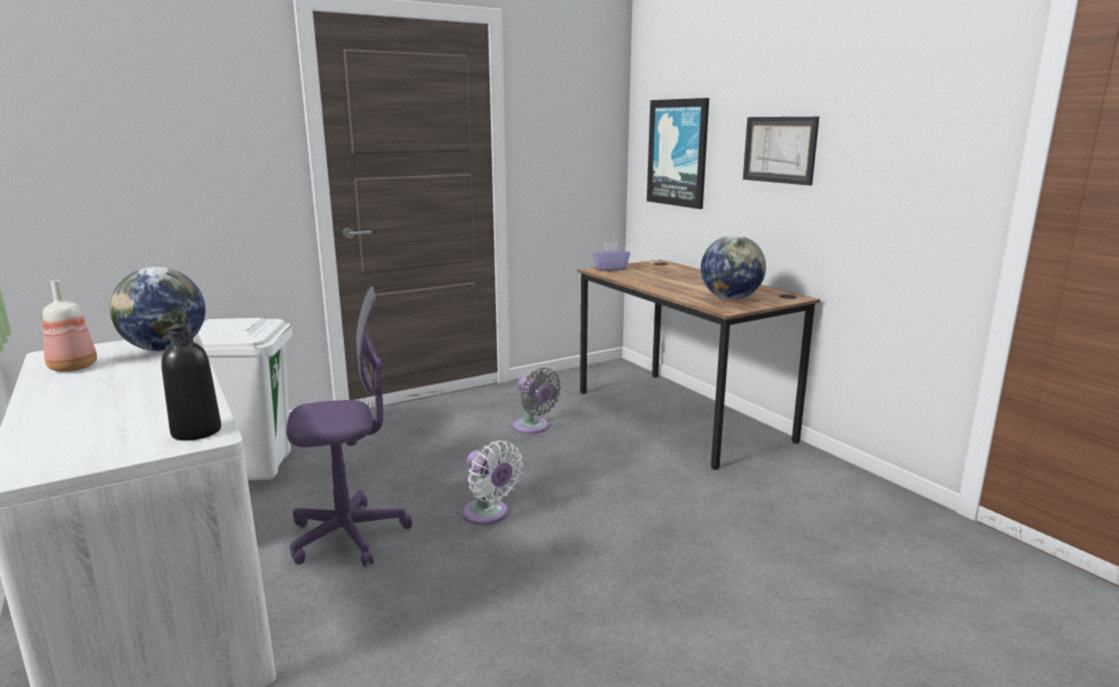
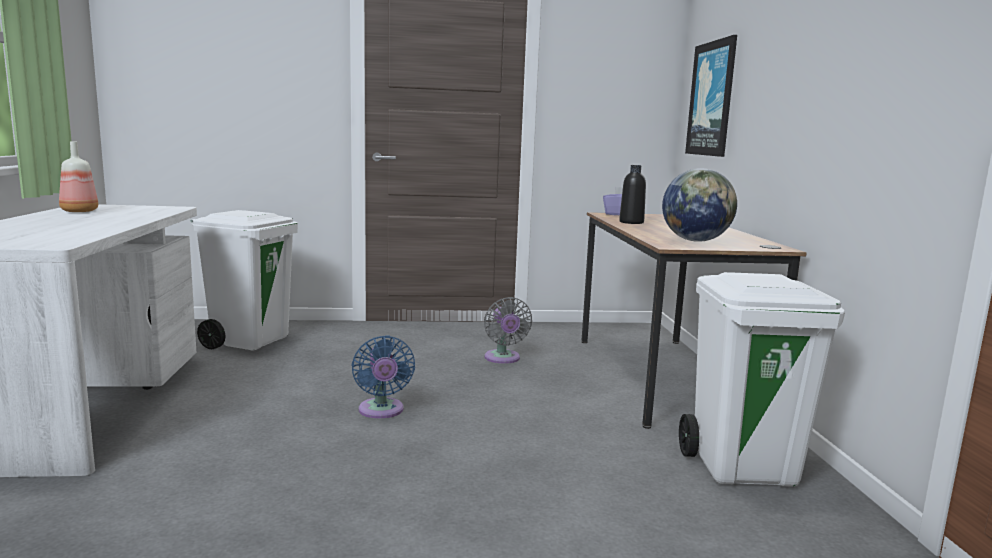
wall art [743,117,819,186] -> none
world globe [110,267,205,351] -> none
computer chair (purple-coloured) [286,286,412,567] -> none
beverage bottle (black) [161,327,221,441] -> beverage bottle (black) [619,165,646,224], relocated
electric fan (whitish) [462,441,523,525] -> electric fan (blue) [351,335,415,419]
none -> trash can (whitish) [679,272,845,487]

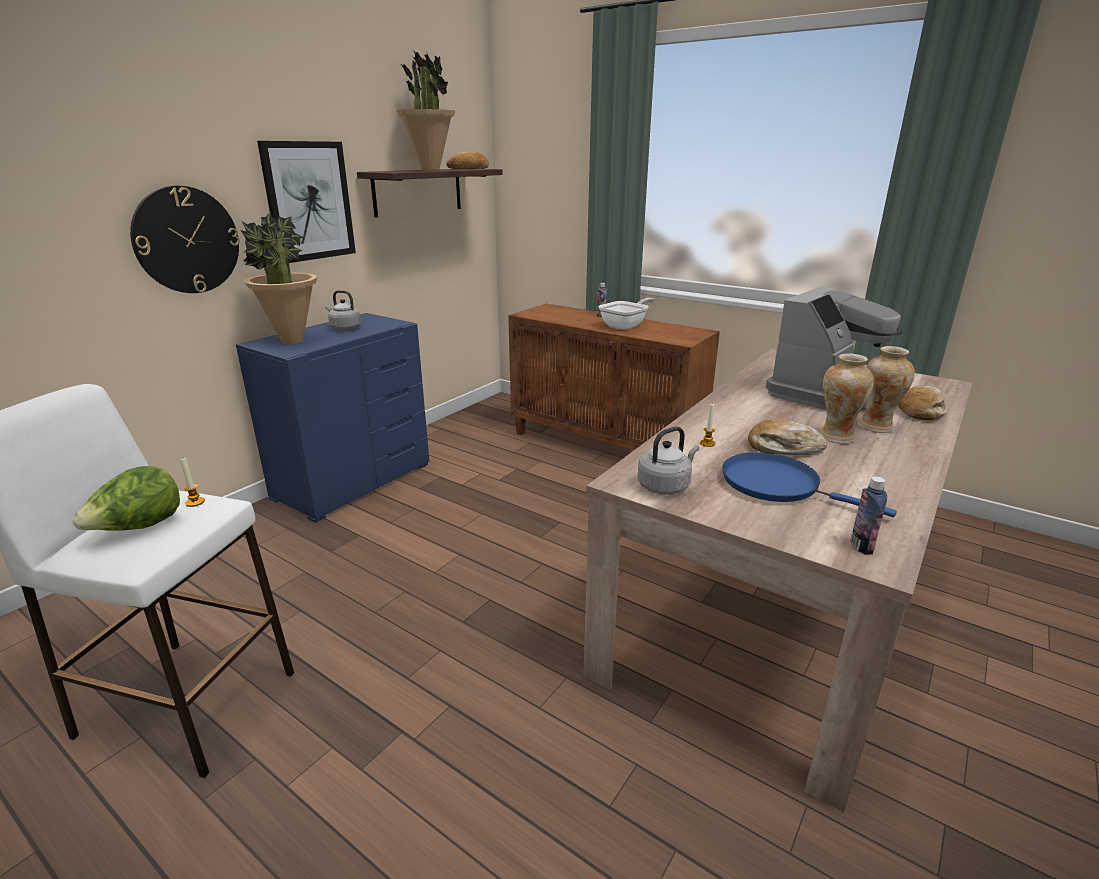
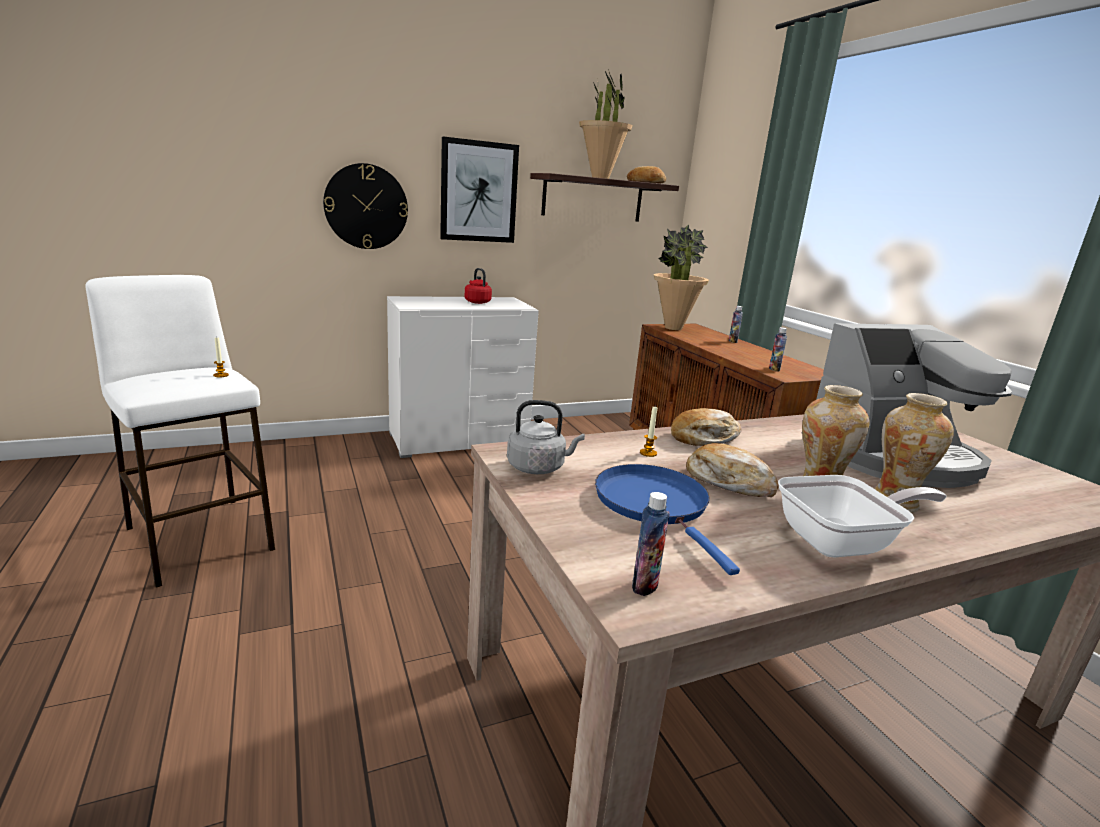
potted plant [240,212,317,344] -> potted plant [654,224,709,330], relocated
tea kettle (greyish) [325,290,361,331] -> tea kettle (reddish) [465,268,492,304]
frying pan [598,298,655,330] -> frying pan [778,475,947,558], relocated
drawer chest (blue) [236,313,429,523] -> drawer chest (whitish) [387,296,539,458]
baked bread [898,385,947,420] -> baked bread [671,408,742,446], relocated
head of lettuce [72,466,180,531] -> none
none -> beverage bottle [769,327,787,371]

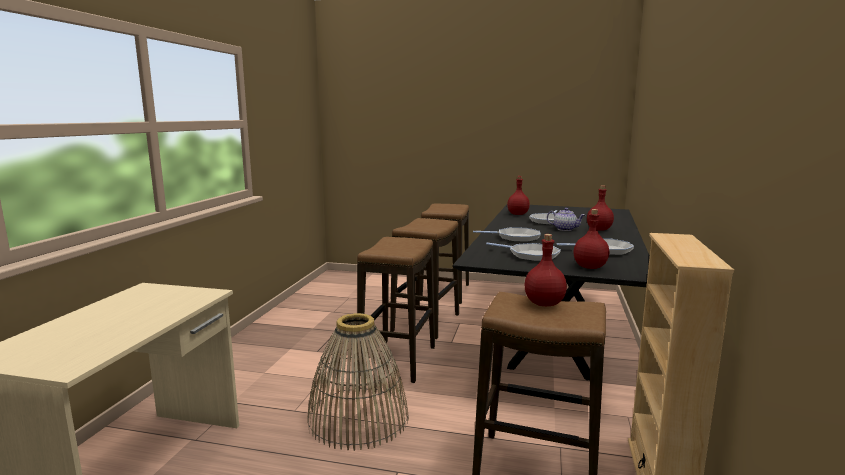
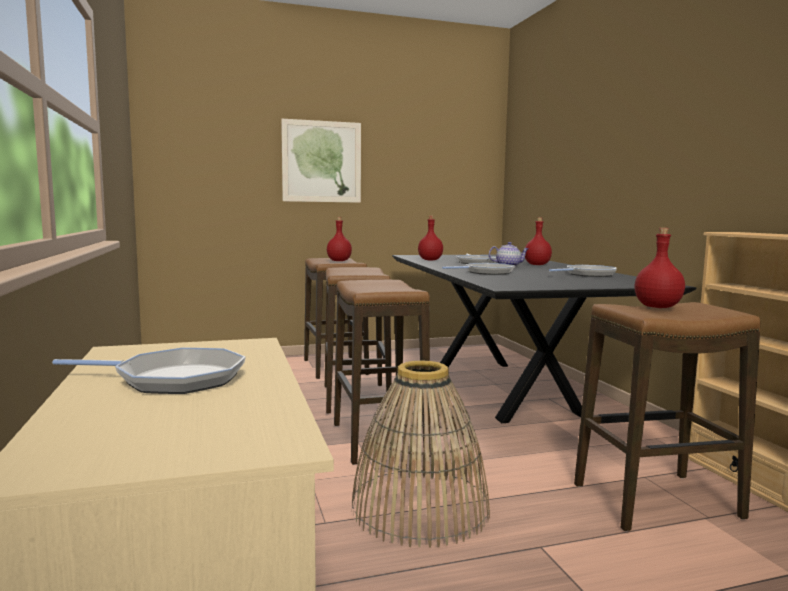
beverage bottle (reddish) [574,209,609,269] -> beverage bottle (reddish) [327,217,352,261], relocated
frying pan [486,242,561,262] -> frying pan [52,348,246,394], relocated
none -> wall art [281,119,361,203]

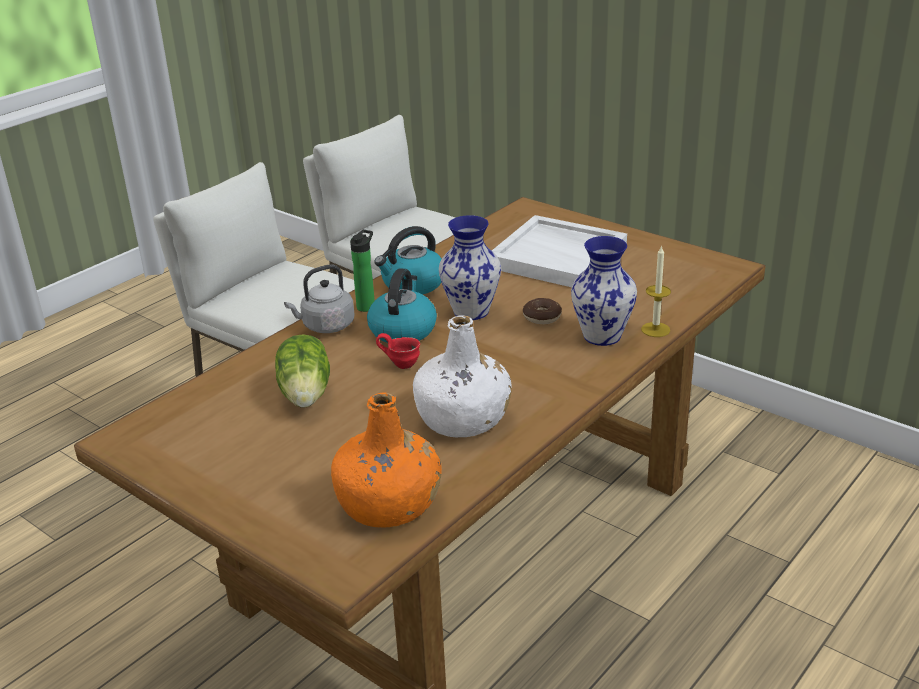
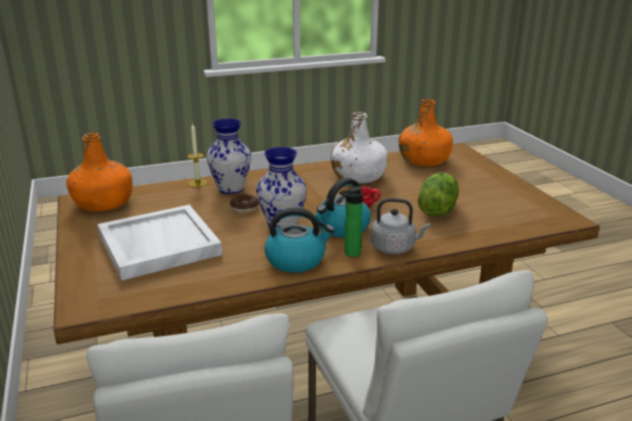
none -> beverage bottle (orange) [66,133,133,211]

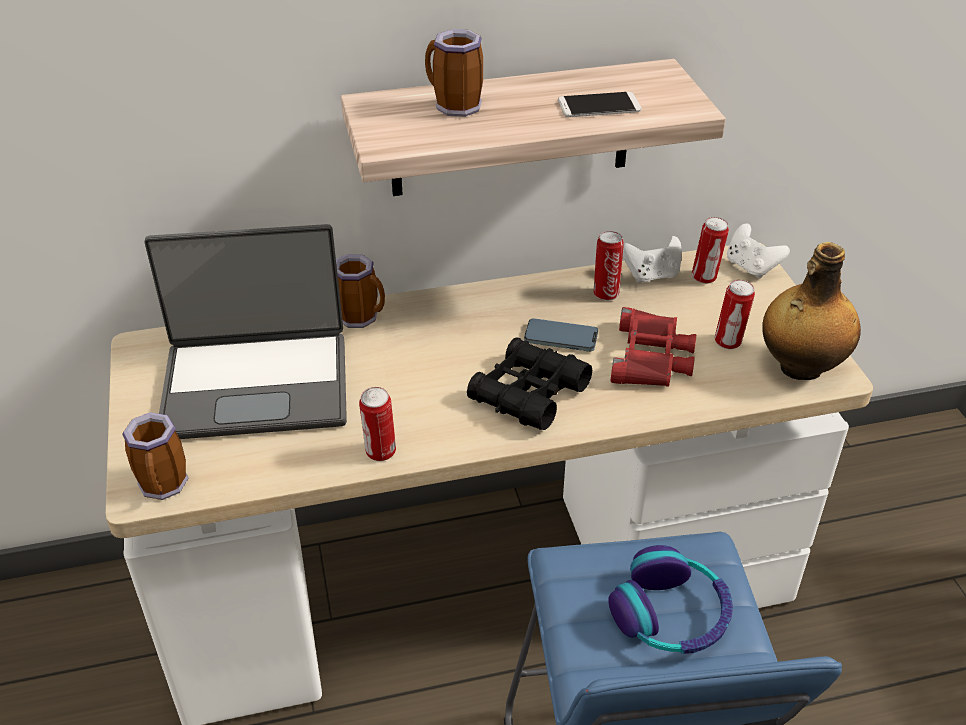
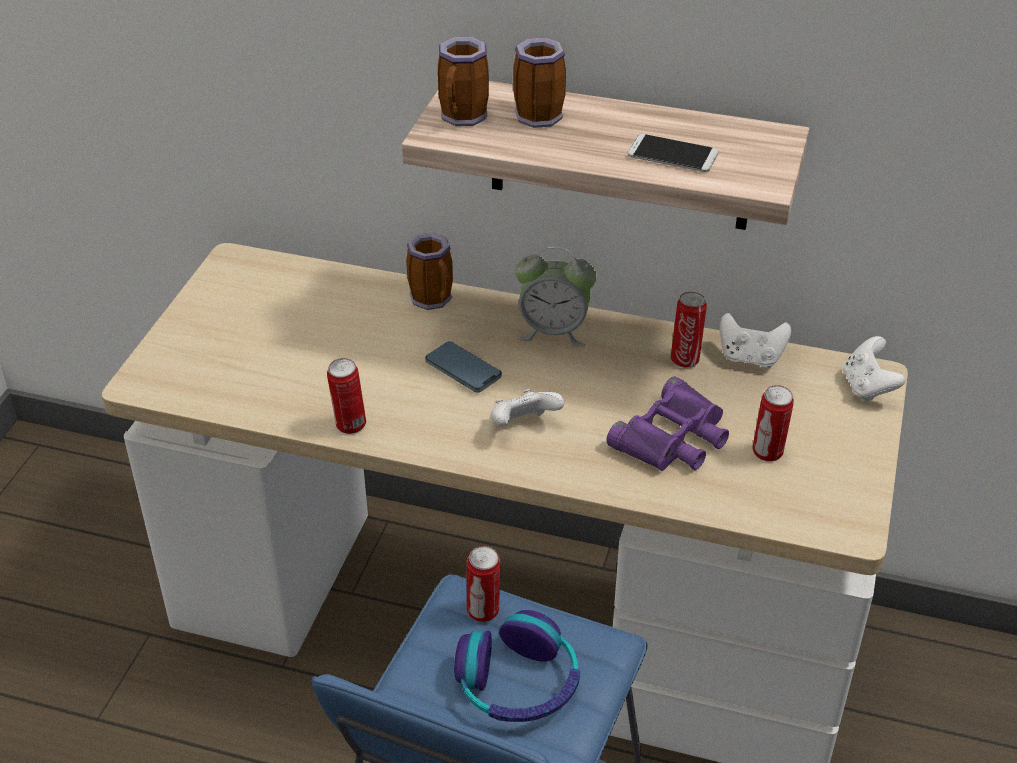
sealed can [692,217,729,284] -> sealed can [467,546,501,622], relocated
laptop [144,224,347,439] -> none
beverage bottle [762,242,861,380] -> none
binoculars (reddish) [611,307,696,387] -> binoculars (purple-coloured) [606,376,729,471]
handset [524,318,598,352] -> handset [425,341,502,393], relocated
binoculars (black) [467,337,592,430] -> game controller (whitish) [491,389,564,427]
coffee mug [122,412,189,500] -> coffee mug [438,37,489,126], relocated
none -> table clock [515,247,597,347]

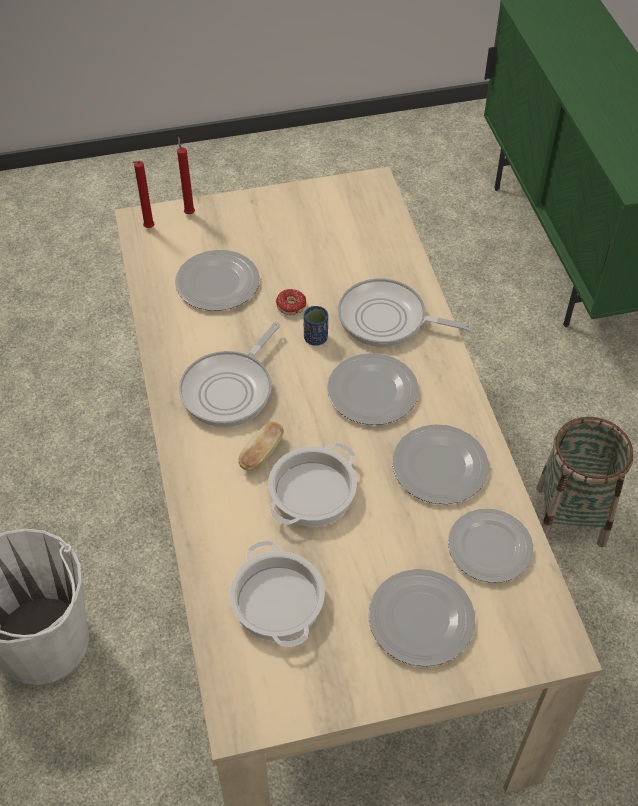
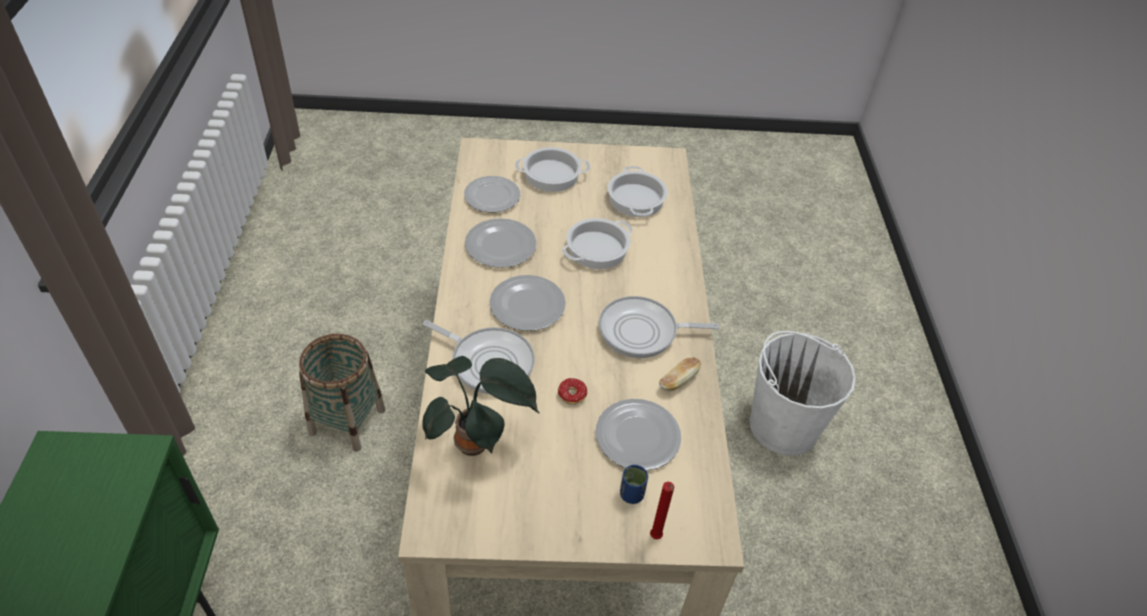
wax candle (reddish) [132,161,154,228] -> none
cup (blue) [304,306,328,346] -> cup (blue) [620,465,648,504], relocated
frying pan [179,322,280,427] -> frying pan [599,296,720,358], 135 degrees counterclockwise
baked bread [238,422,284,471] -> baked bread [659,357,701,391], relocated
flat dish [368,569,475,667] -> stockpot [515,147,590,192]
none -> potted plant [422,356,540,456]

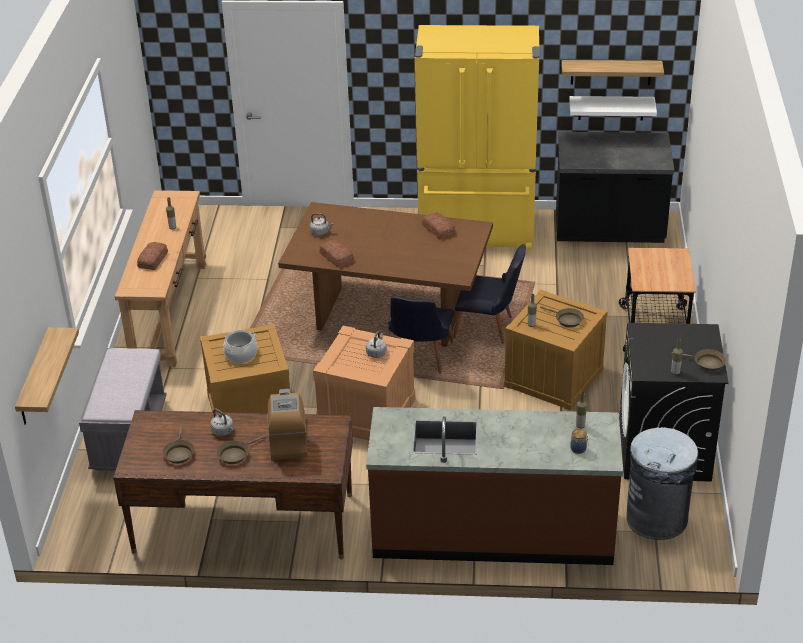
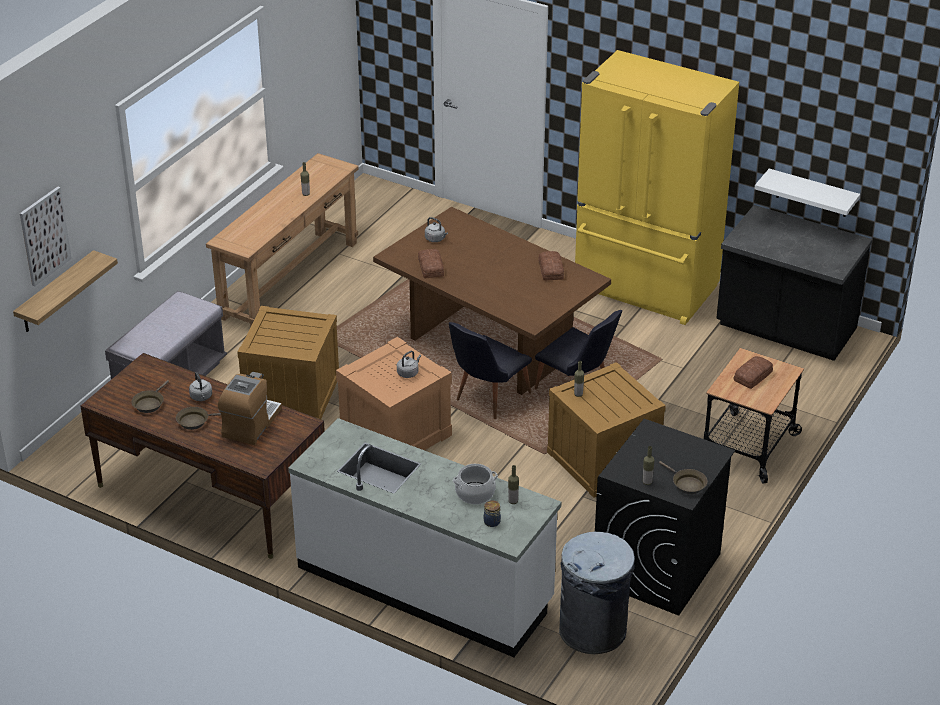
bracket shelf [562,60,664,85] -> none
baked bread [137,242,168,270] -> baked bread [734,356,773,389], relocated
frying pan (brownish) [540,306,584,328] -> none
stockpot [223,330,258,363] -> stockpot [453,464,498,504], relocated
counter (brownish) [366,407,623,565] -> counter (whitish) [288,418,561,657]
none -> wall art [20,187,72,286]

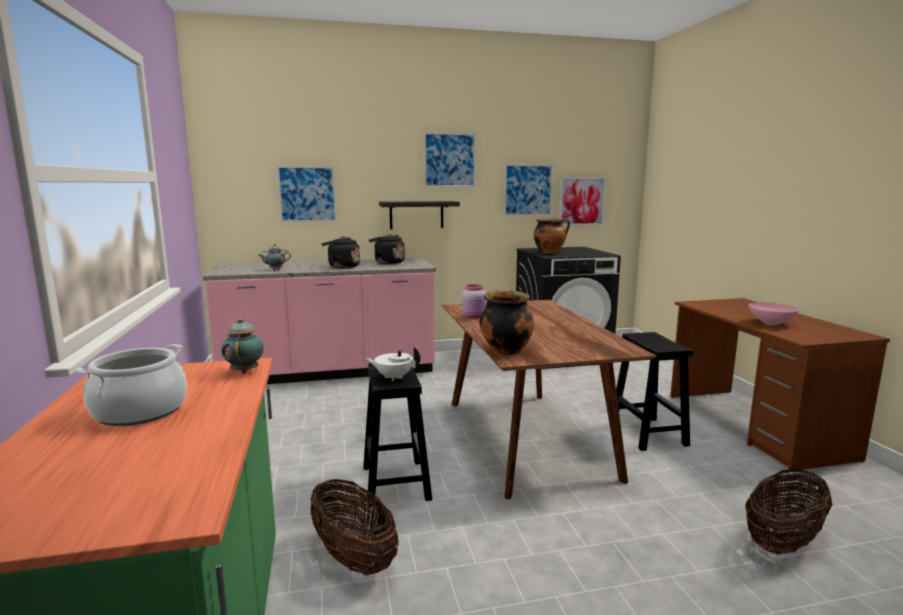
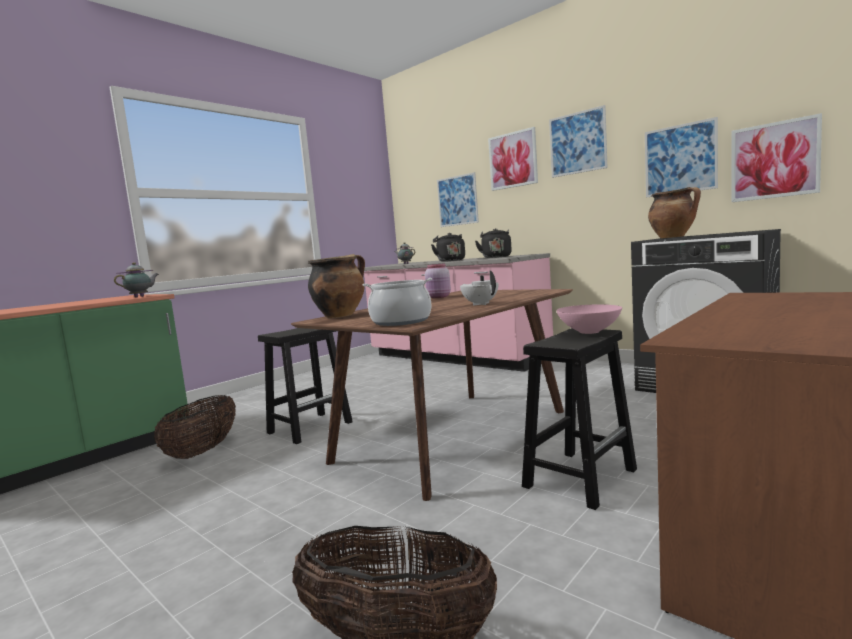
bracket shelf [379,201,460,229] -> none
deep dish (pink-coloured) [749,302,800,325] -> deep dish (pink-coloured) [556,304,622,334], relocated
stockpot [76,344,187,426] -> stockpot [363,278,432,326], relocated
teapot (whitish) [365,347,420,381] -> teapot (whitish) [460,271,498,306], relocated
none -> wall art [488,127,538,191]

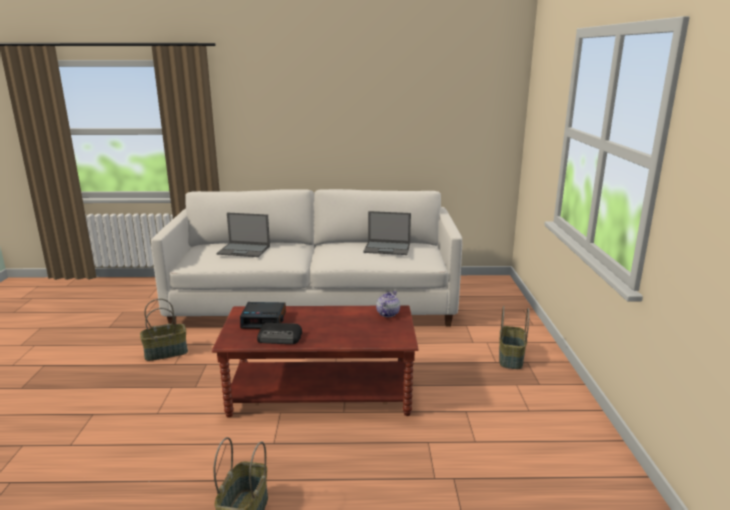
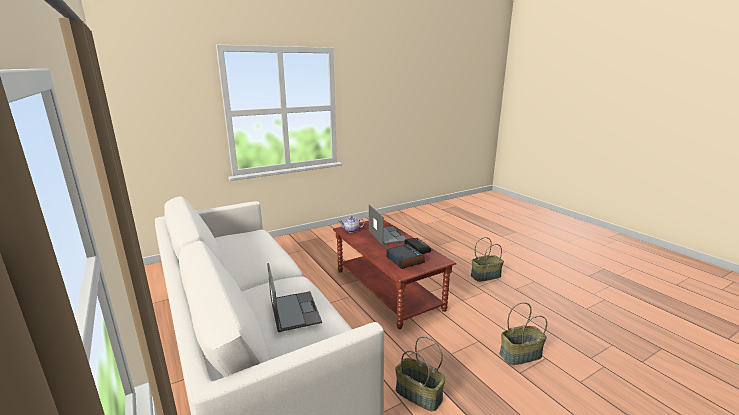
laptop [363,211,411,255] -> laptop [369,205,407,245], relocated
basket [499,306,529,369] -> basket [499,302,547,365], relocated

